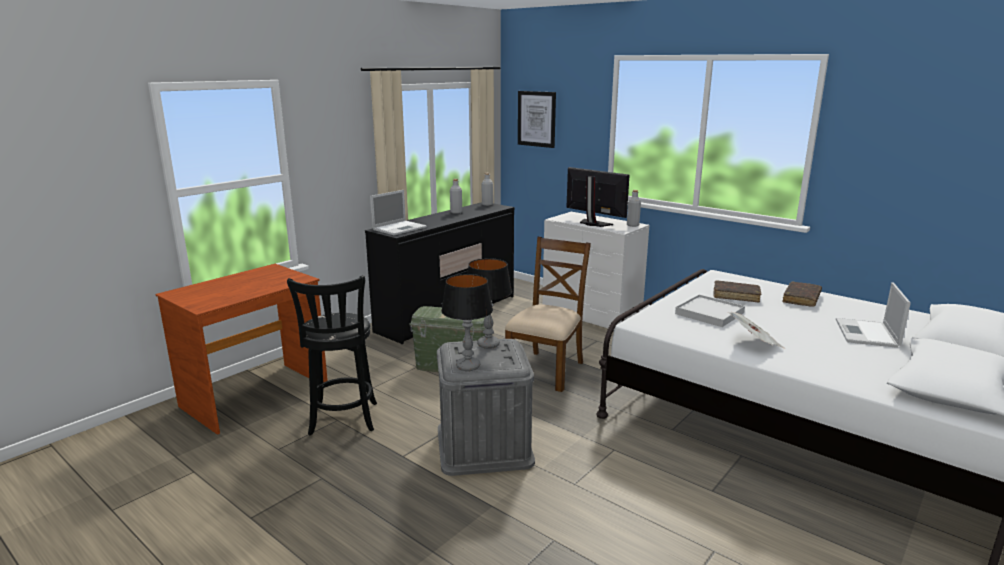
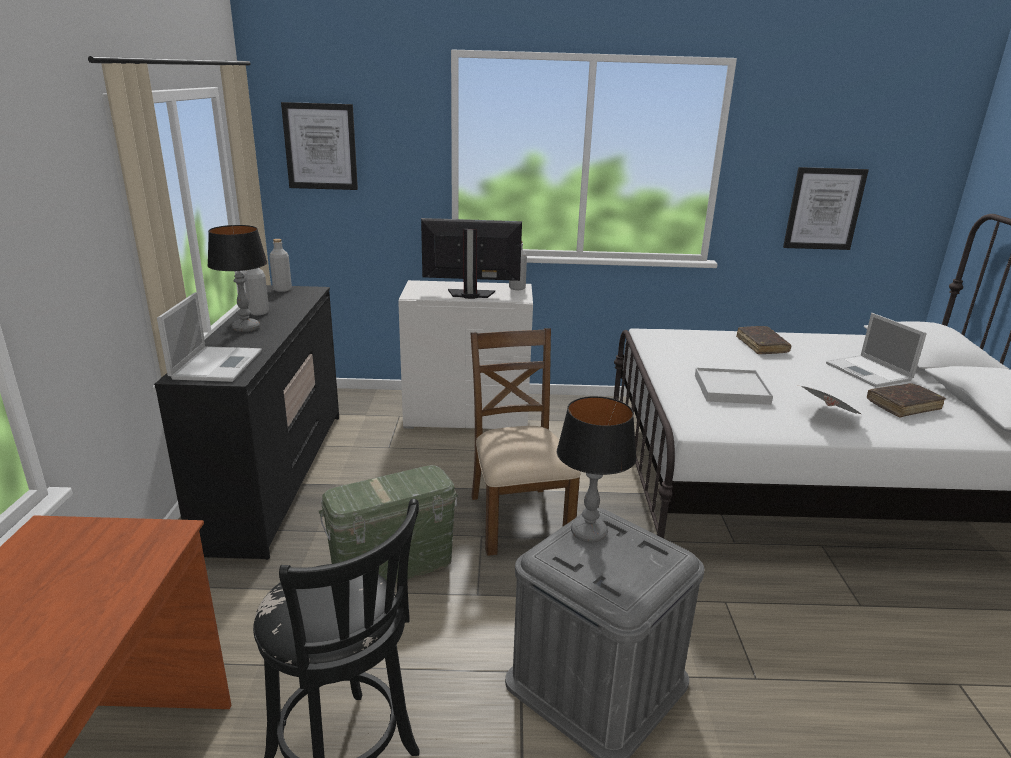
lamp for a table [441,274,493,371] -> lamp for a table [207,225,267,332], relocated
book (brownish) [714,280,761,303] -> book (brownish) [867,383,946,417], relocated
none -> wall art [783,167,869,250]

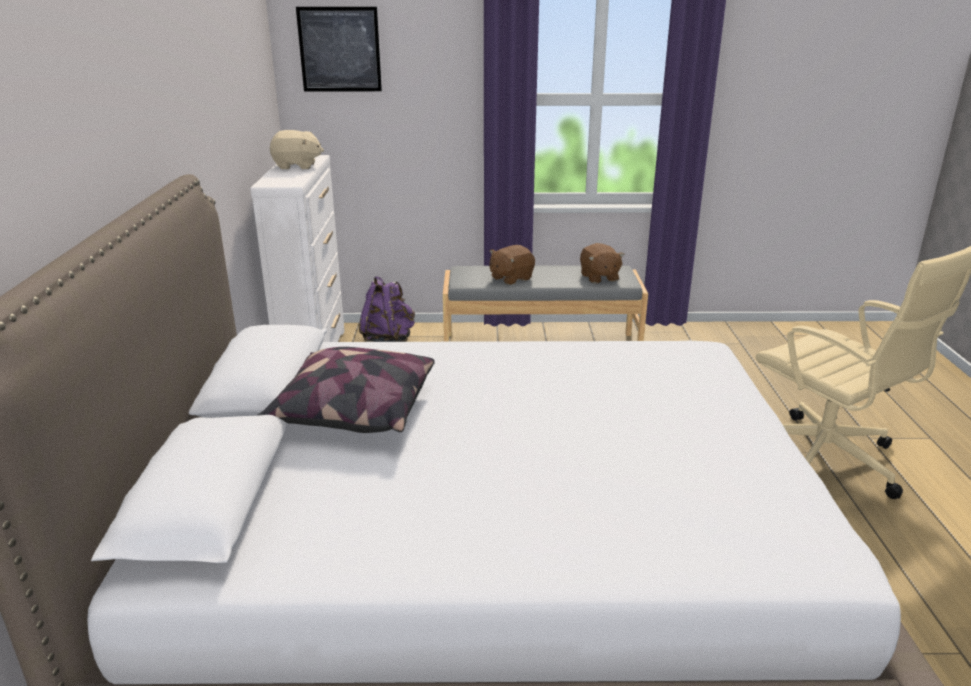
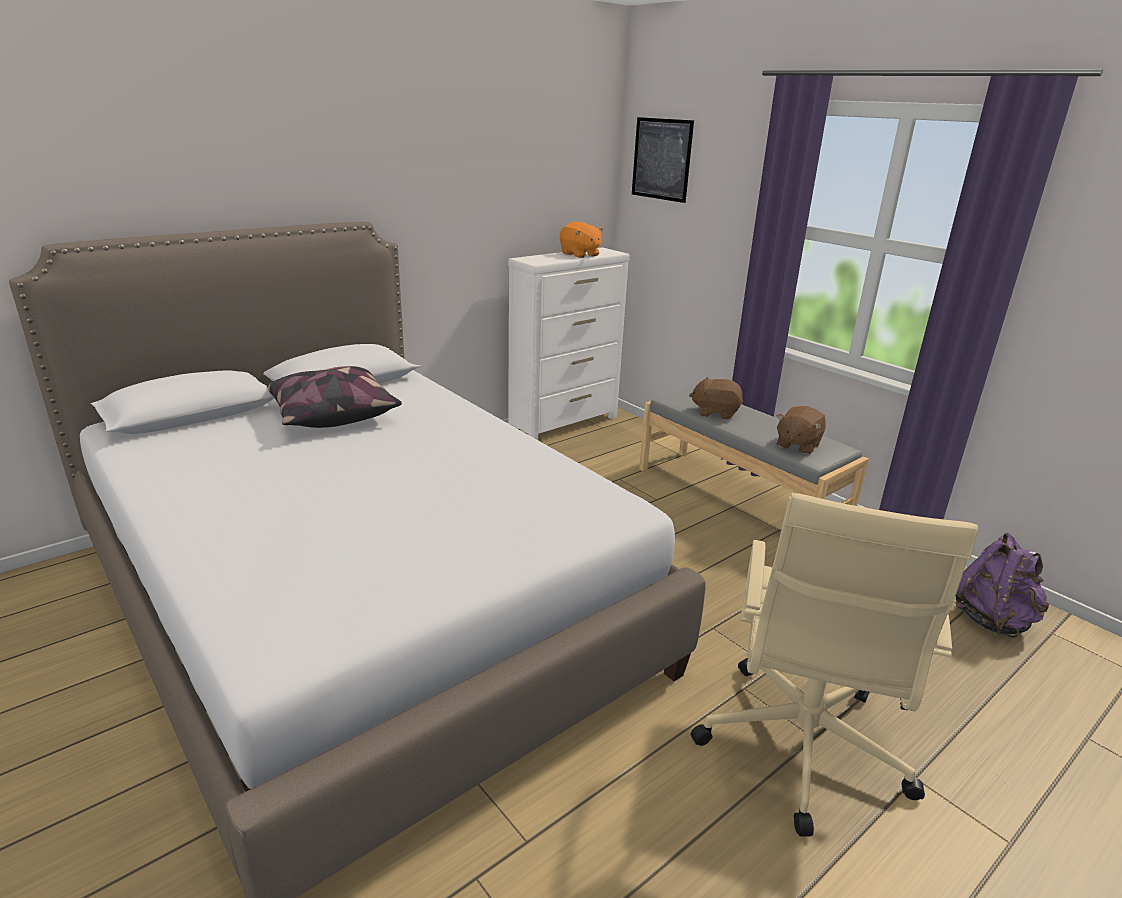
soft toy (sand-coloured) [270,130,324,169] -> soft toy (orange) [560,222,603,258]
rucksack (purple-coloured) [359,276,415,342] -> rucksack (purple-coloured) [956,533,1049,638], relocated

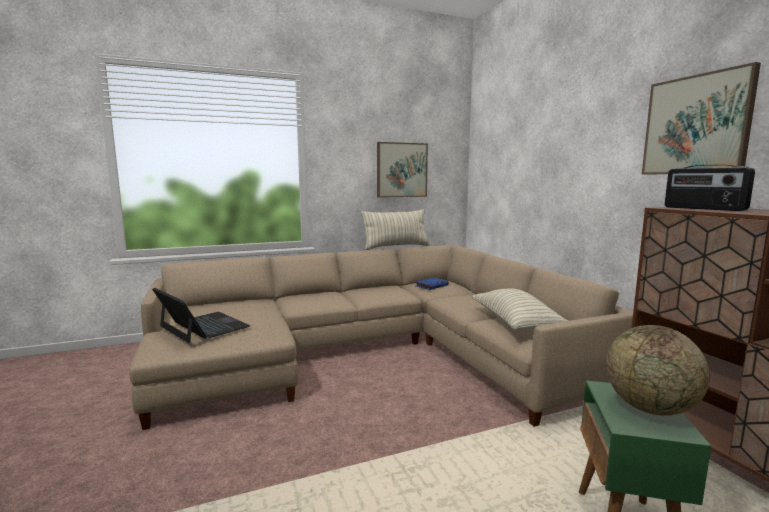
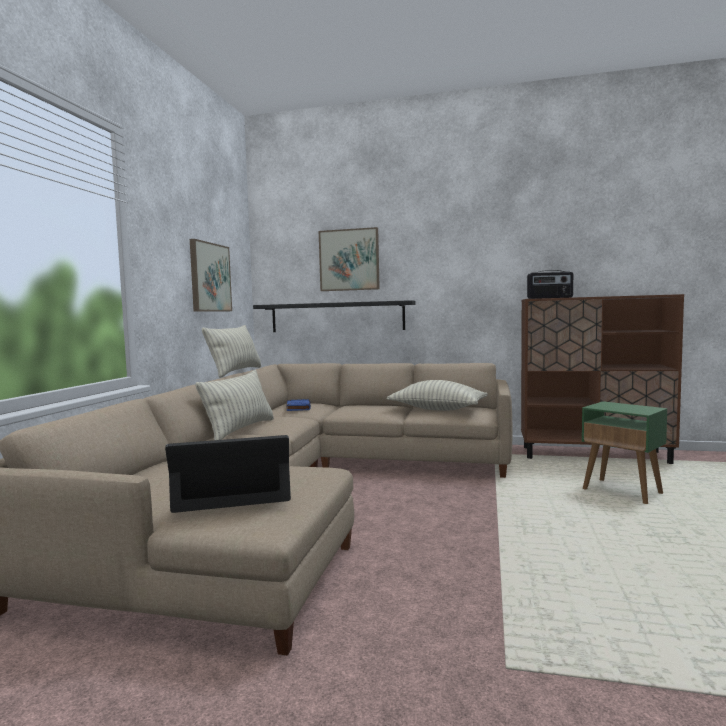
wall art [642,62,761,174] -> wall art [319,227,380,291], relocated
world globe [606,325,710,416] -> none
none -> bracket shelf (black) [253,300,416,332]
none -> throw pillow [195,370,274,440]

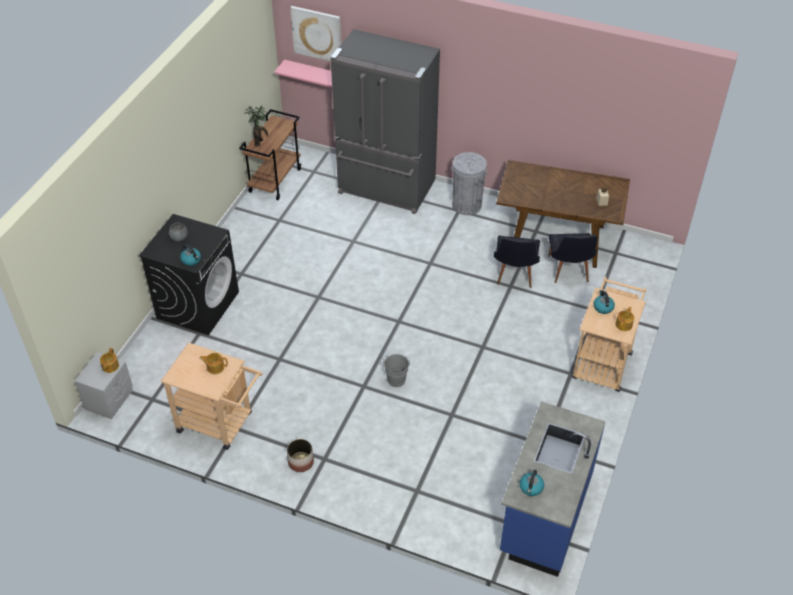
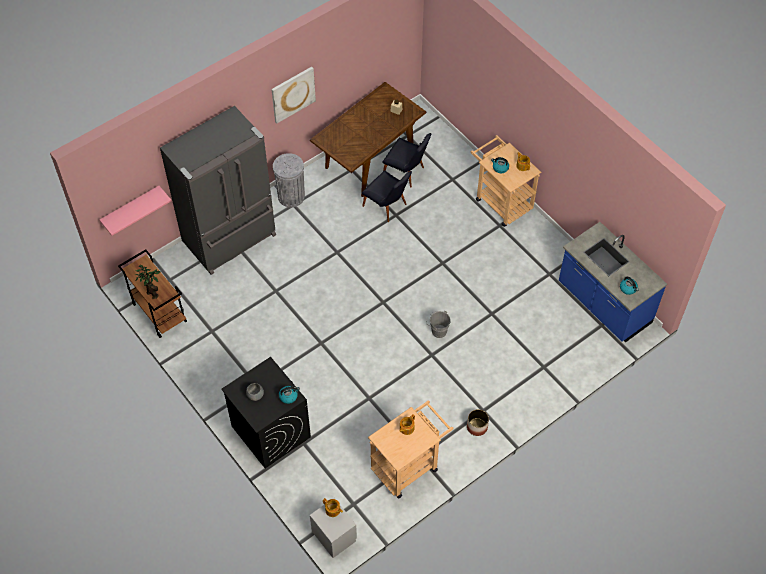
wall art [290,6,341,61] -> wall art [271,67,316,124], relocated

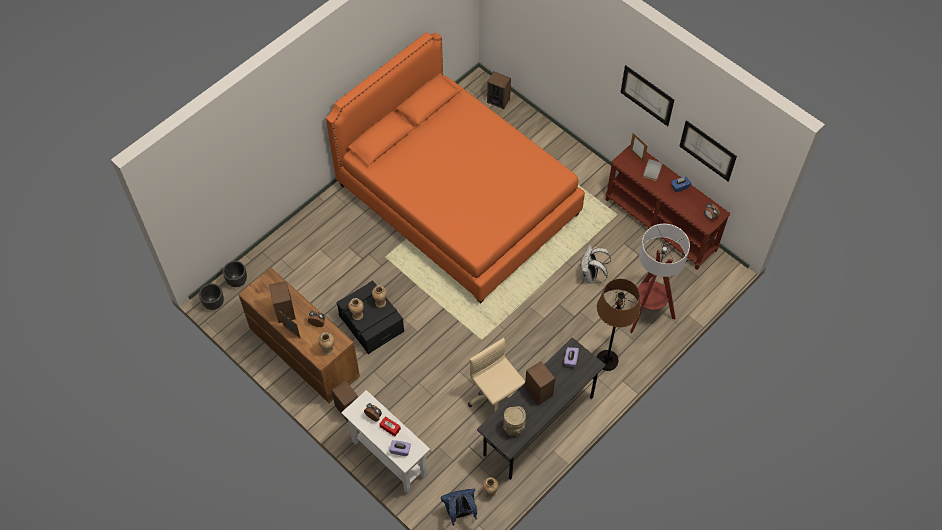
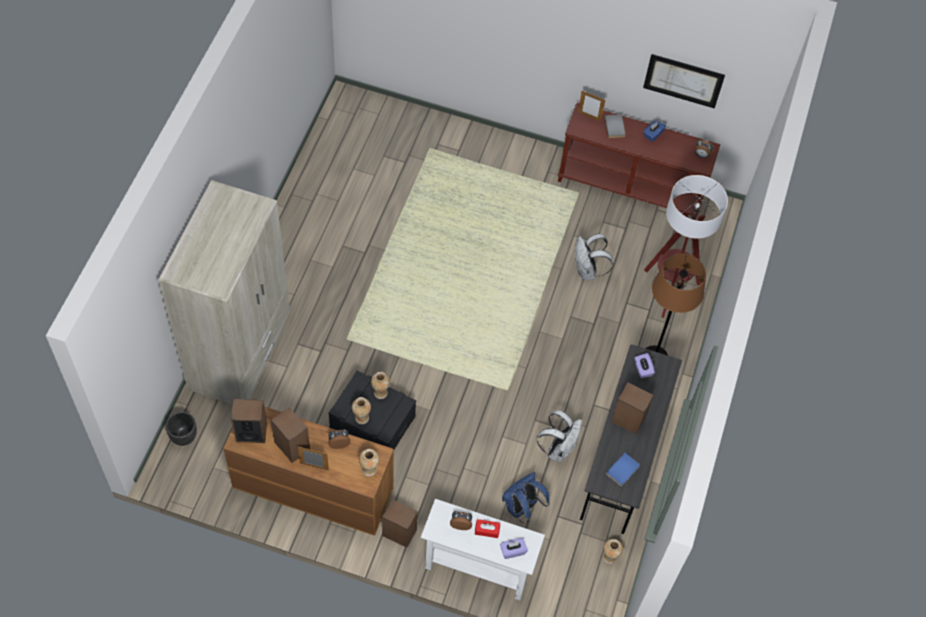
bed (orange) [326,32,585,304] -> none
wall art [620,65,674,126] -> none
speaker [487,72,511,109] -> speaker [231,399,267,443], relocated
flower pot (black) [199,283,224,310] -> none
computer chair (sand-coloured) [468,338,525,411] -> rucksack (whitish) [536,410,582,463]
flower vase (sand-coloured) [503,406,526,436] -> book (blue) [606,453,640,486]
rucksack (blue) [441,488,477,526] -> rucksack (blue) [502,472,550,524], relocated
none -> clothes cupboard (sand-coloured) [158,180,290,405]

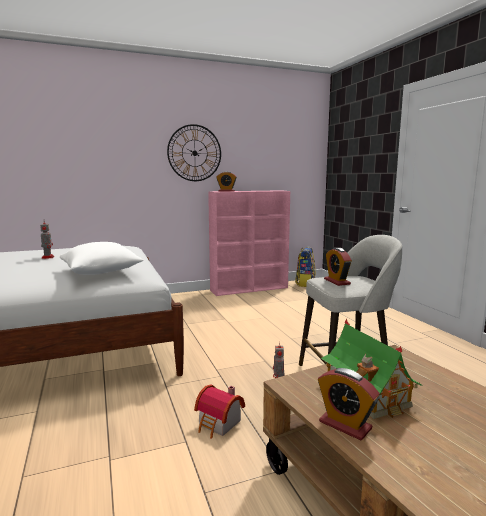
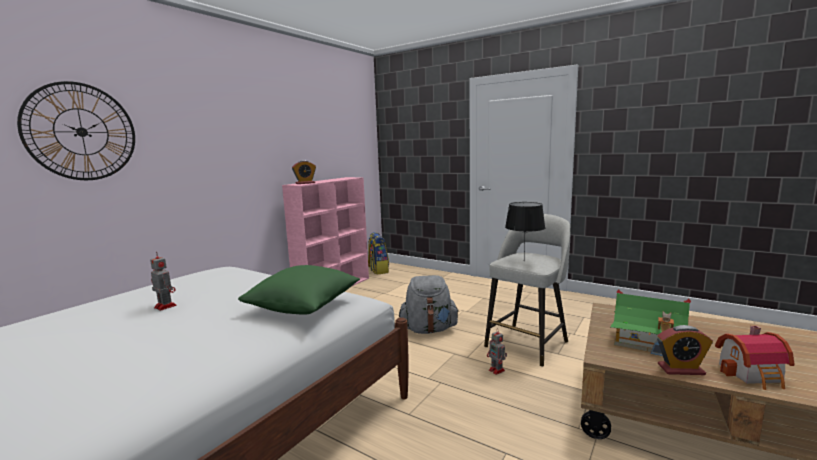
clock on the wall [167,124,221,181] -> clock on the wall [17,81,135,180], relocated
throw pillow (whitish) [60,242,143,275] -> throw pillow (green) [238,265,360,315]
table clock [324,248,352,286] -> lamp for a table (black) [505,202,545,258]
toy house [194,384,245,439] -> toy house [715,326,794,390], relocated
none -> rucksack (greyish) [399,275,459,334]

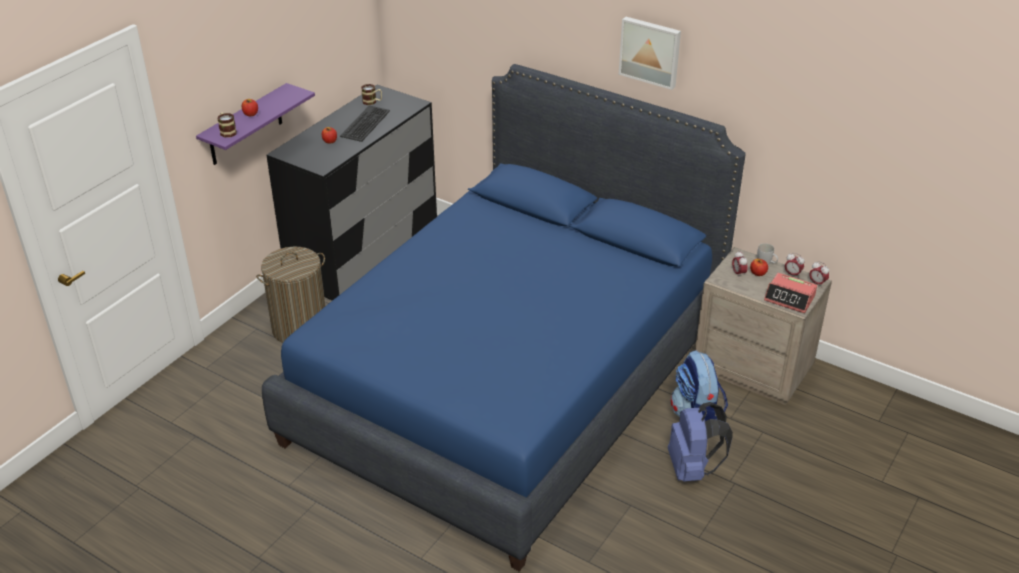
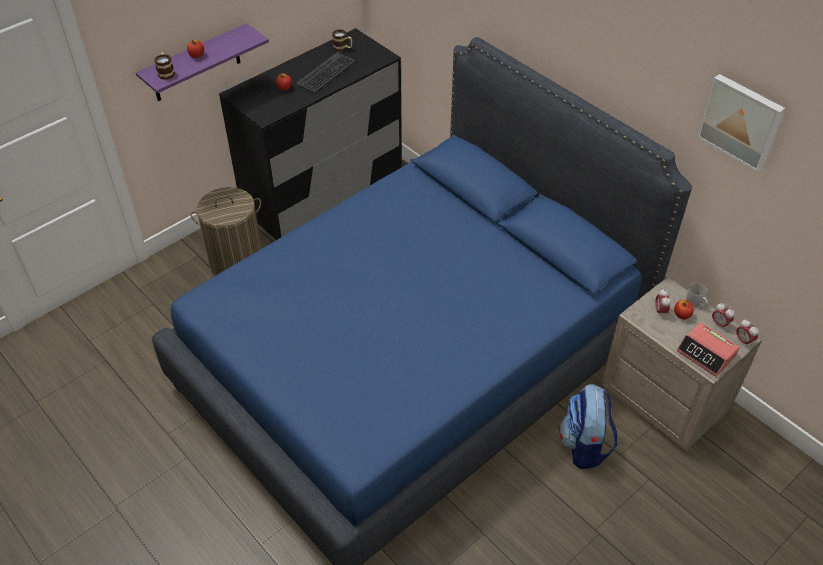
wall art [619,17,681,90] -> wall art [697,74,785,172], relocated
rucksack (blue) [668,402,733,482] -> none

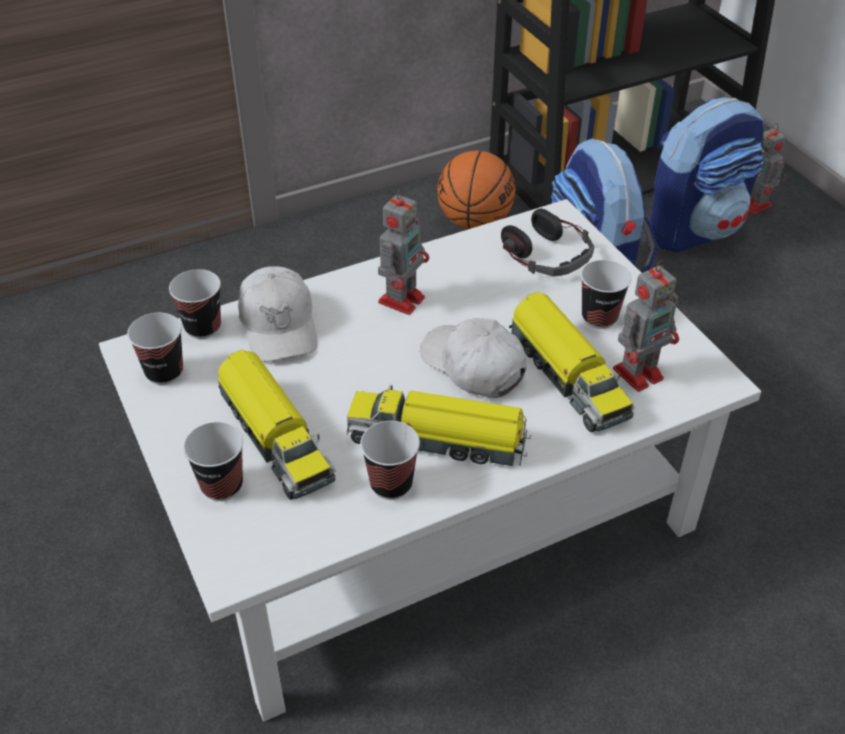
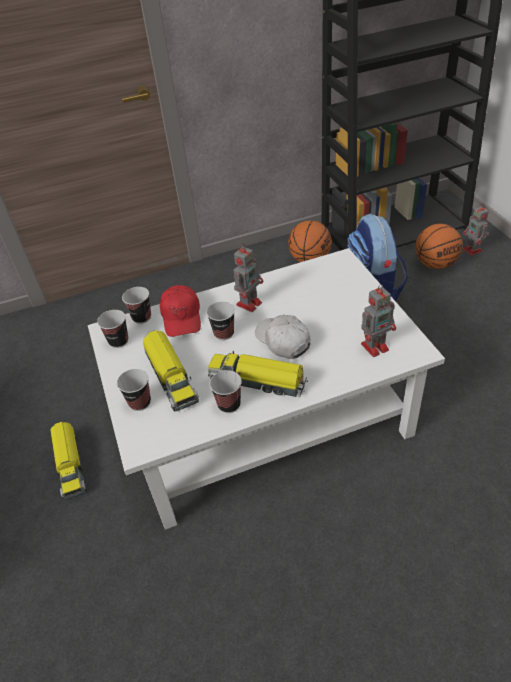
rucksack [650,97,764,252] -> ball for basketball [415,224,463,269]
headset [501,208,594,276] -> none
cup [581,260,632,329] -> cup [206,301,235,340], relocated
baseball cap (whitish) [238,266,318,362] -> baseball cap (reddish) [160,285,201,337]
model truck [509,291,634,432] -> model truck [51,422,87,500], relocated

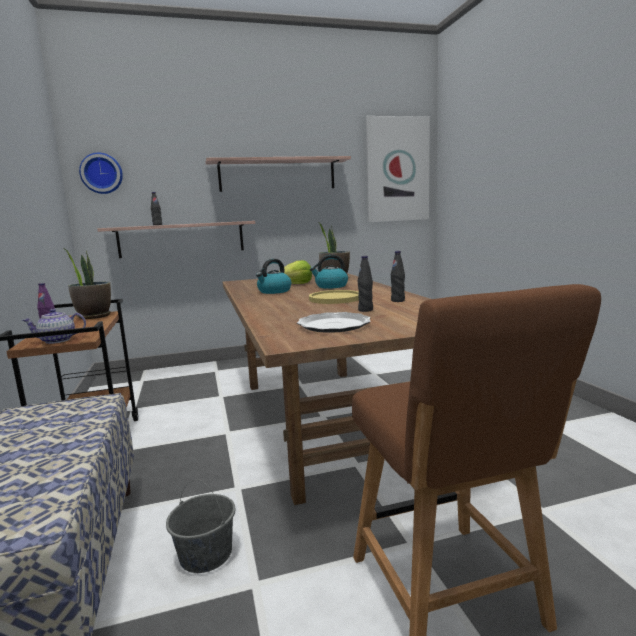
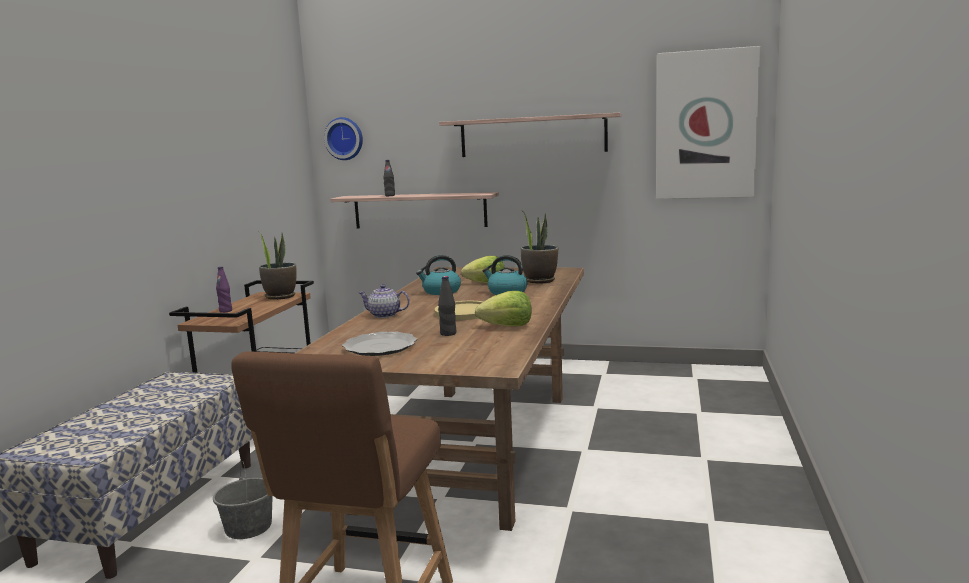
beverage bottle (black) [391,251,405,302] -> head of lettuce [475,291,532,326]
teapot [22,309,86,344] -> teapot [358,285,410,318], relocated

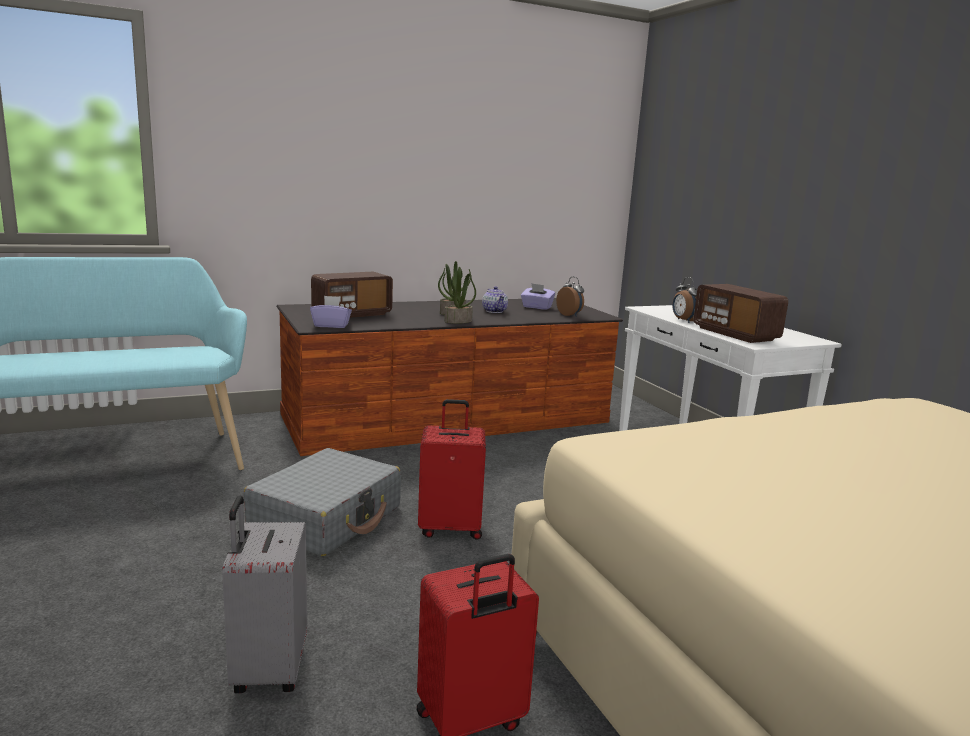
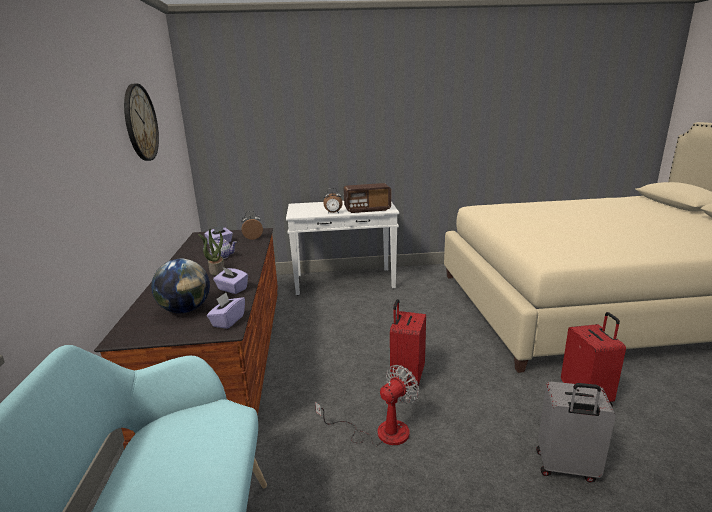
potted plant [442,267,476,324] -> none
radio [311,272,393,318] -> world globe [151,259,210,313]
travel case (greyish) [244,448,401,556] -> electric fan [315,365,419,446]
none -> clock on the wall [124,84,159,161]
none -> tissue box (purple-coloured) [213,267,248,294]

